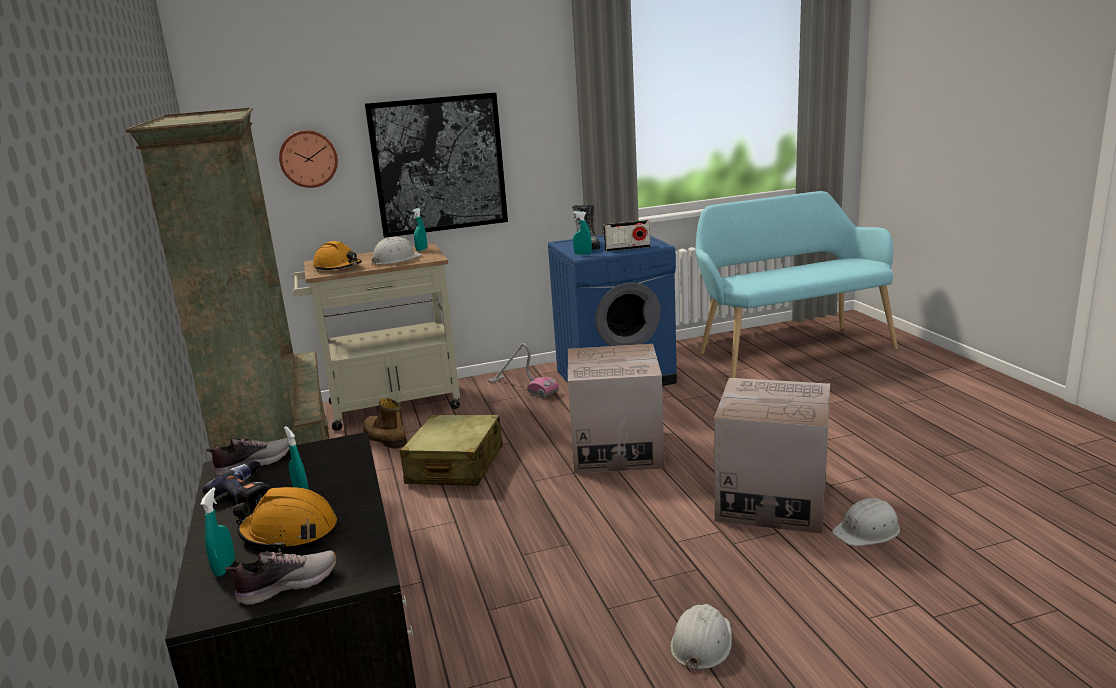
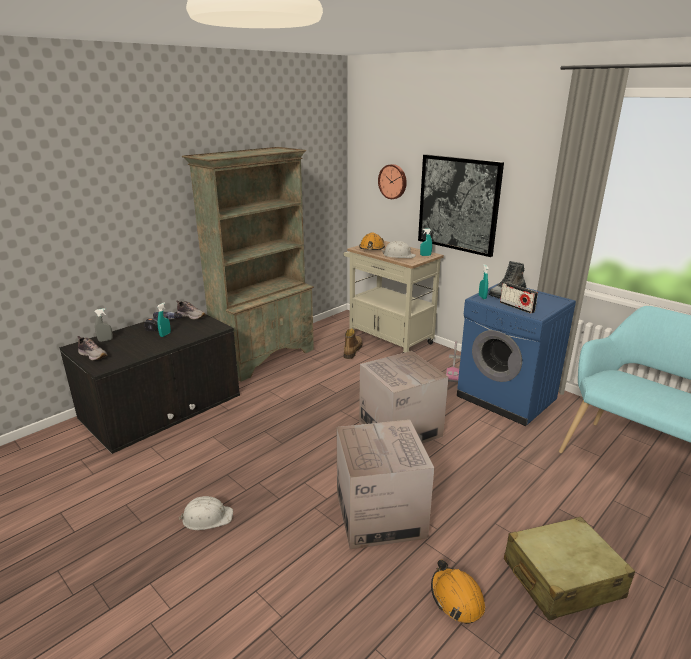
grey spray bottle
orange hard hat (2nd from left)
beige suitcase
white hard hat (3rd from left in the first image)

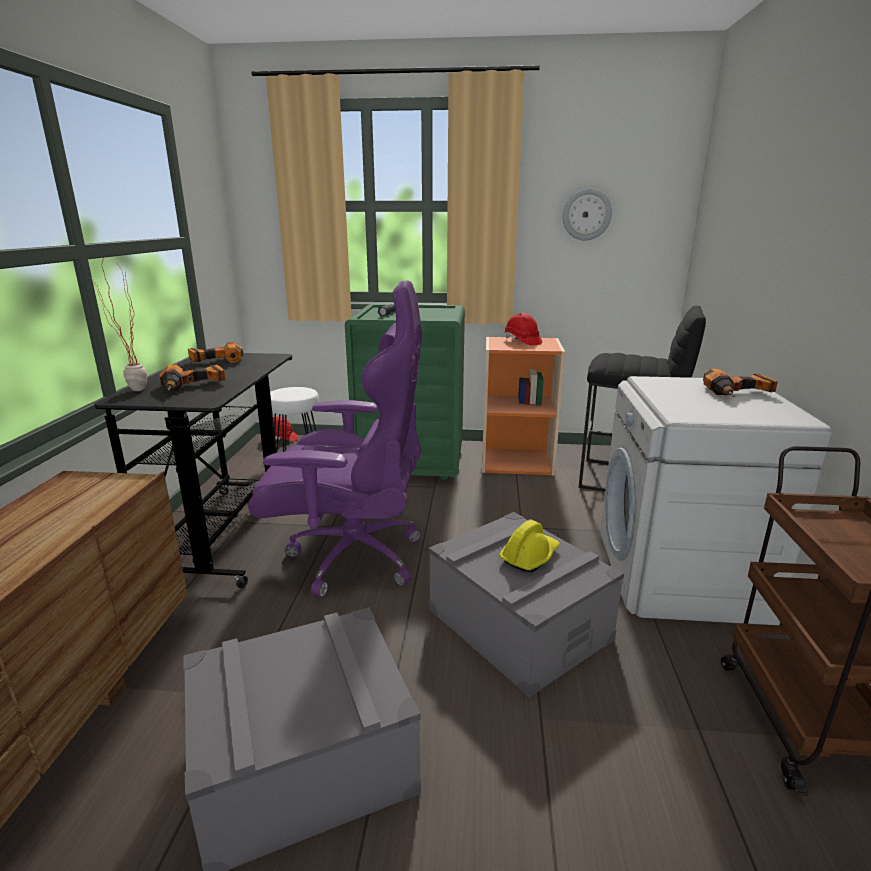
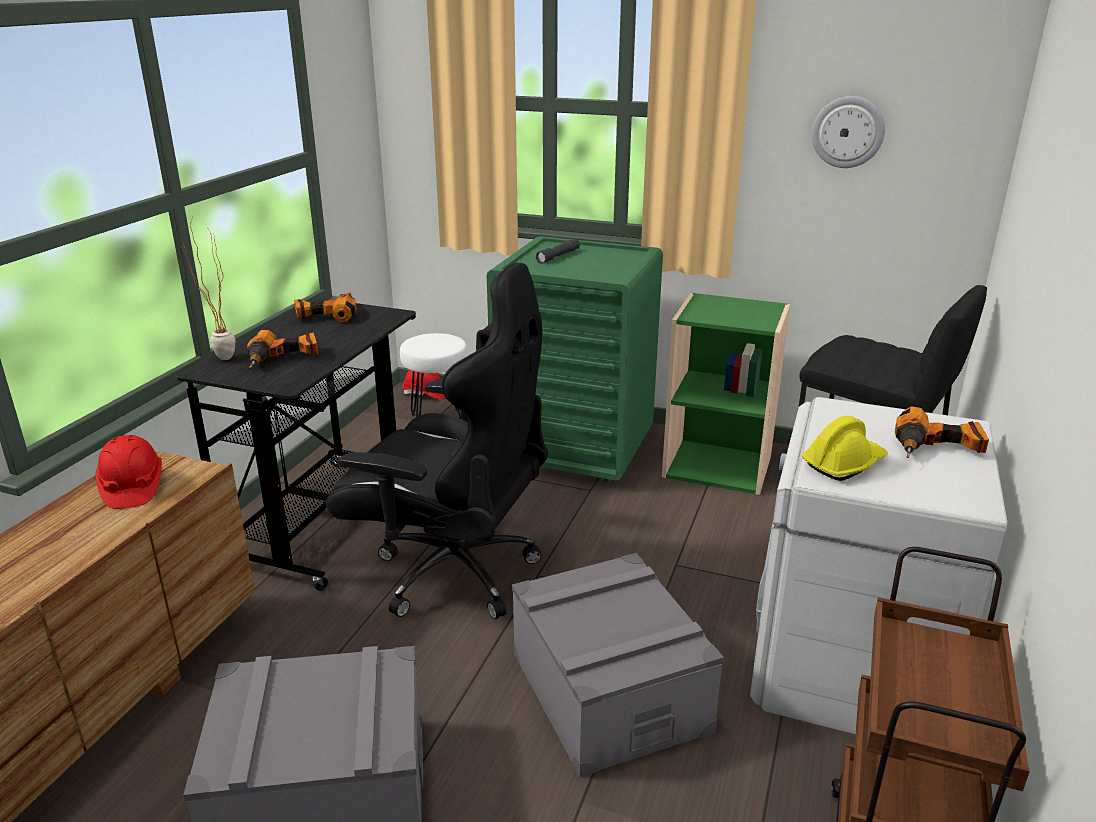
red hard hat (1st from left)
black office chair
green bookcase
yellow hard hat

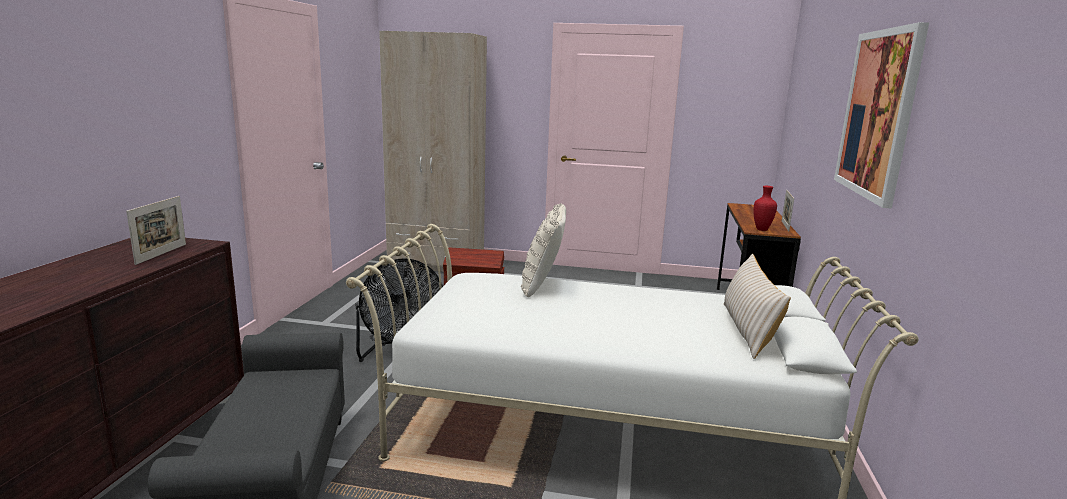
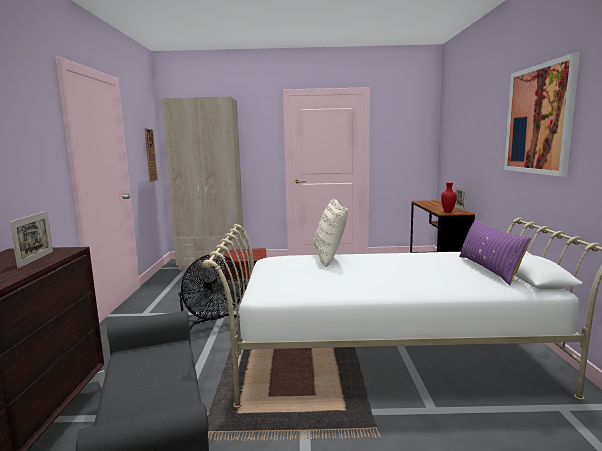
wall clock
purple pillow

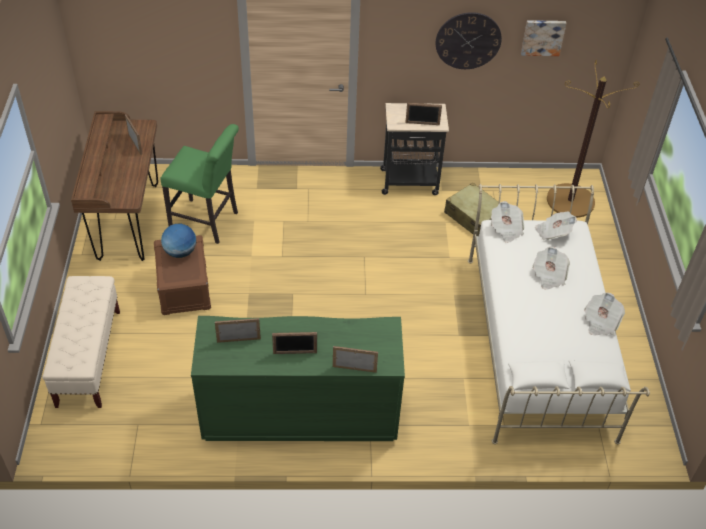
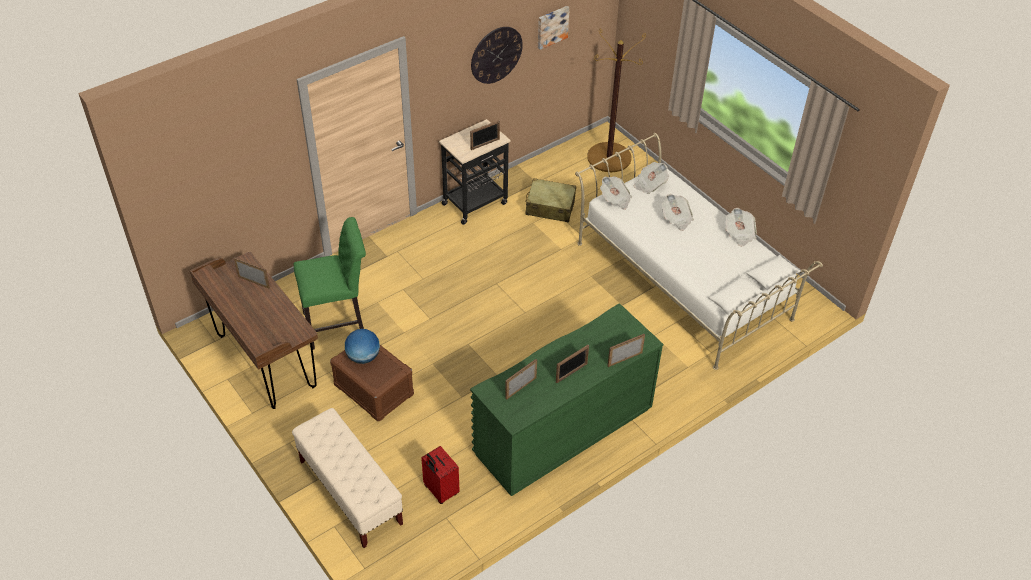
red suitcase

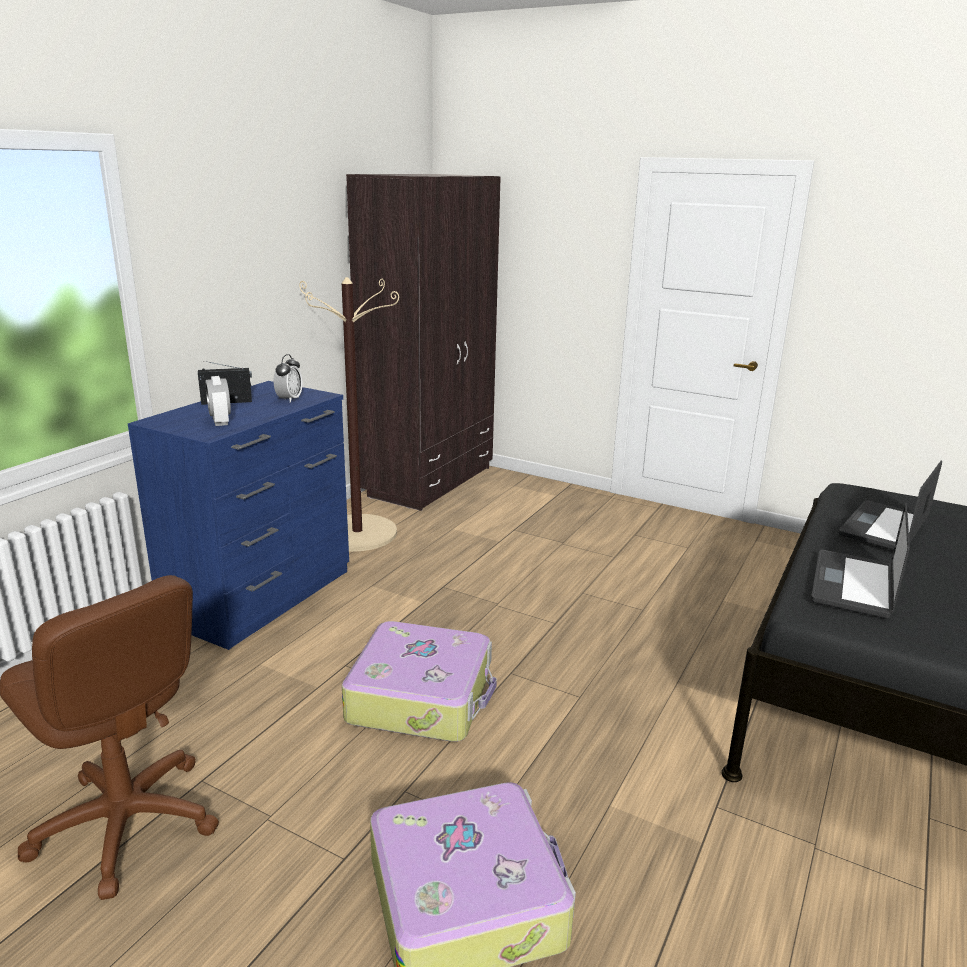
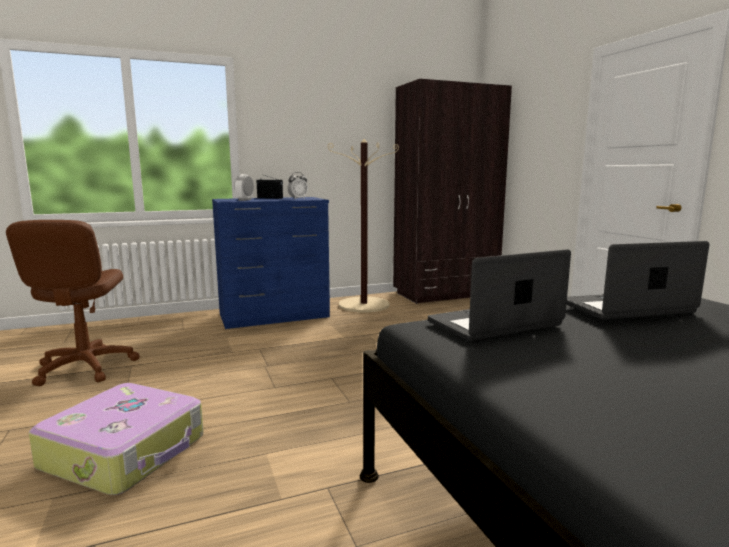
suitcase (1st from left in the first image)

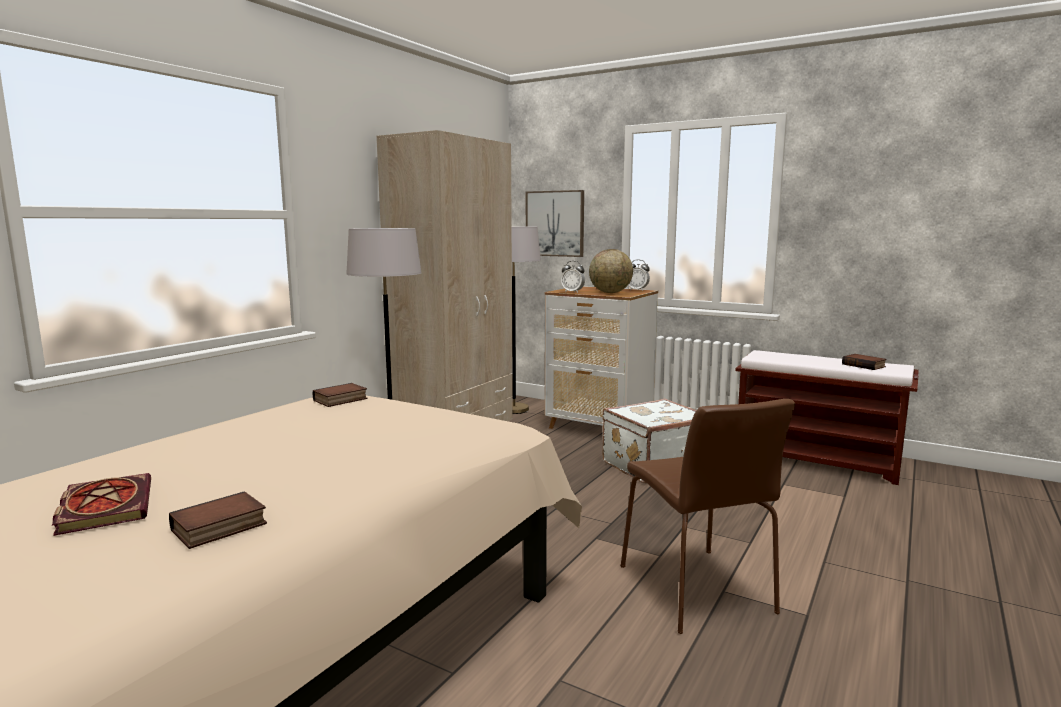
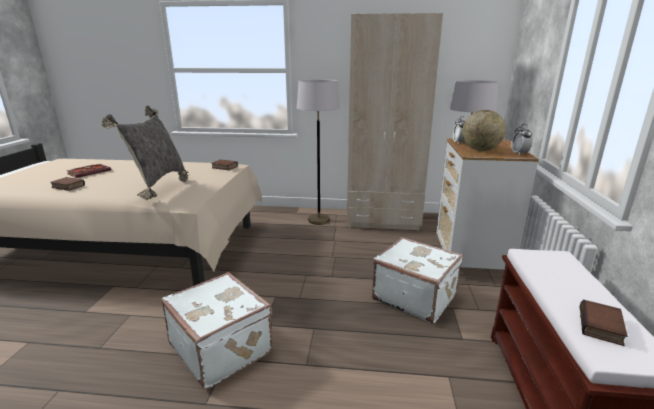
pillow
white suitcase (1st from left)
picture

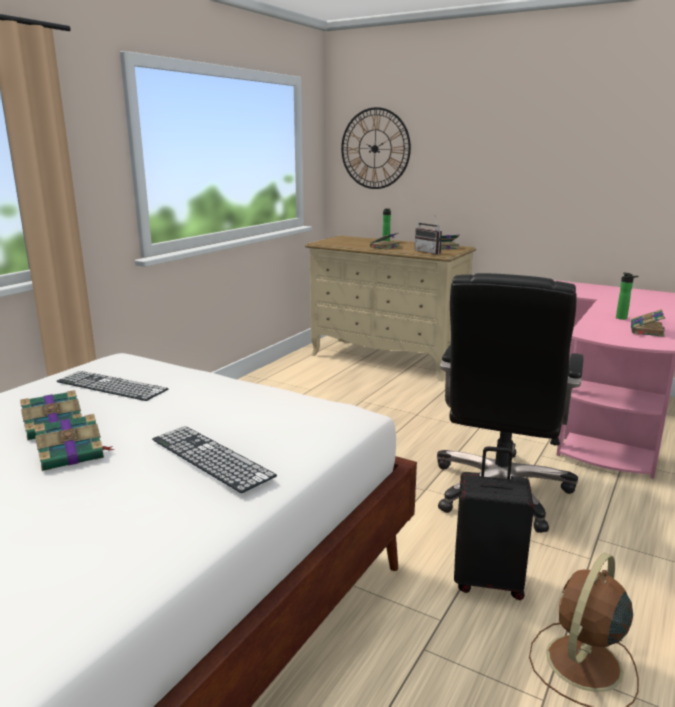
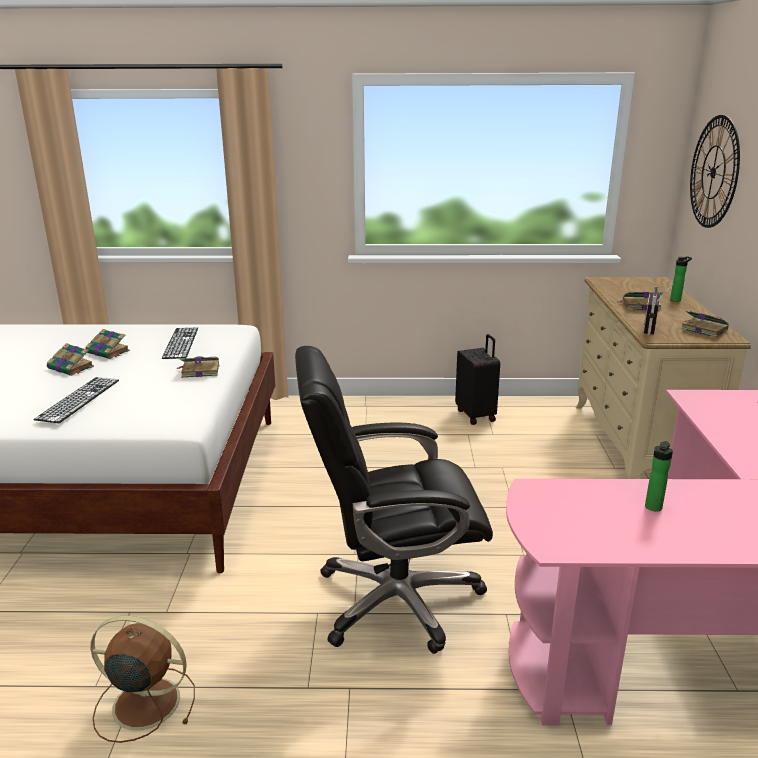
book (3rd from left)
black suitcase

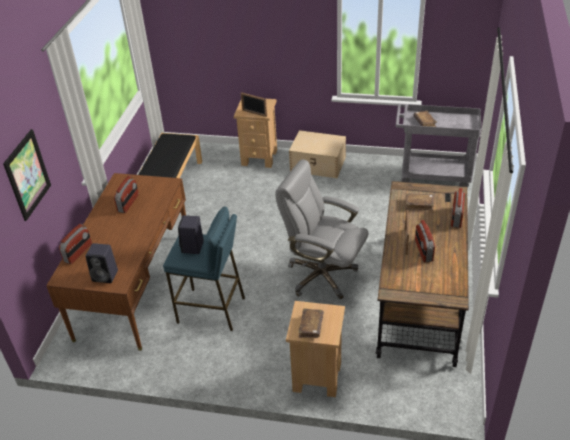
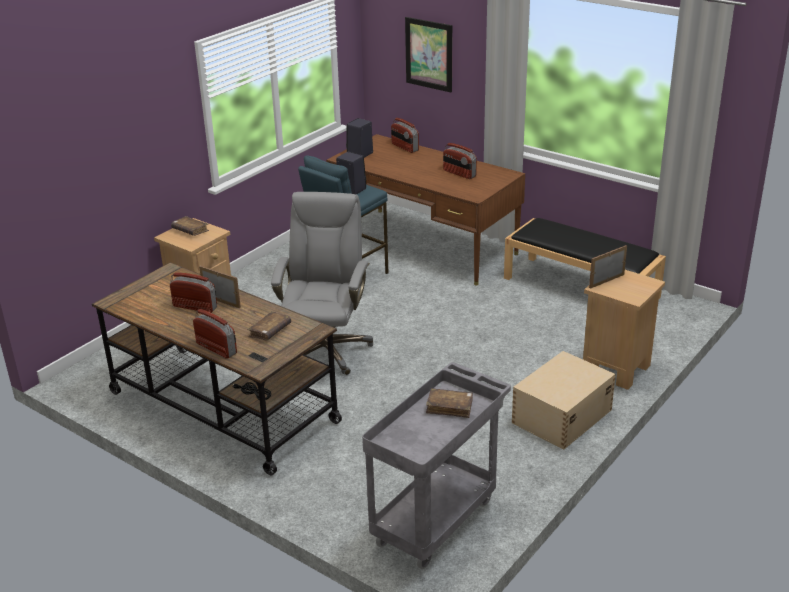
grey office chair

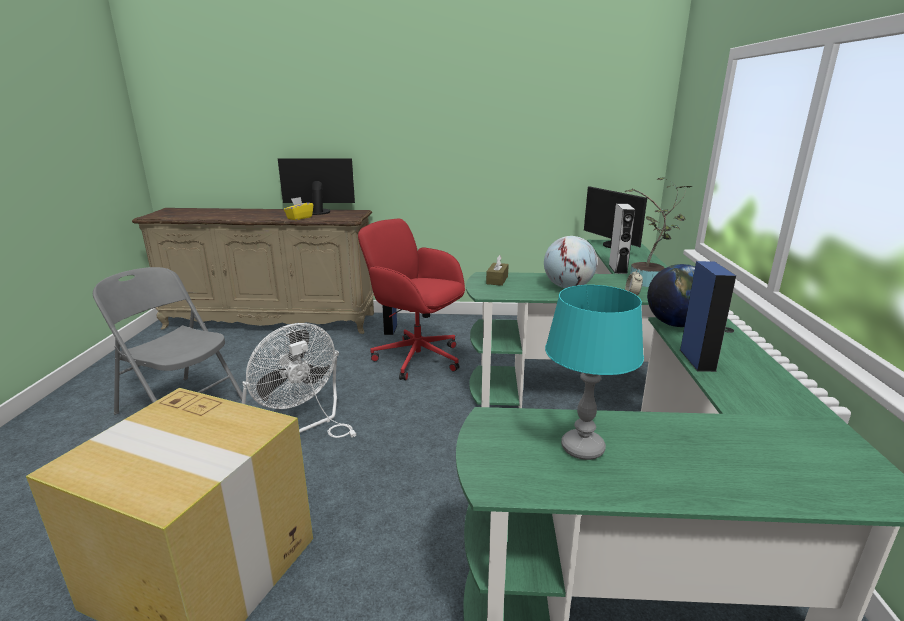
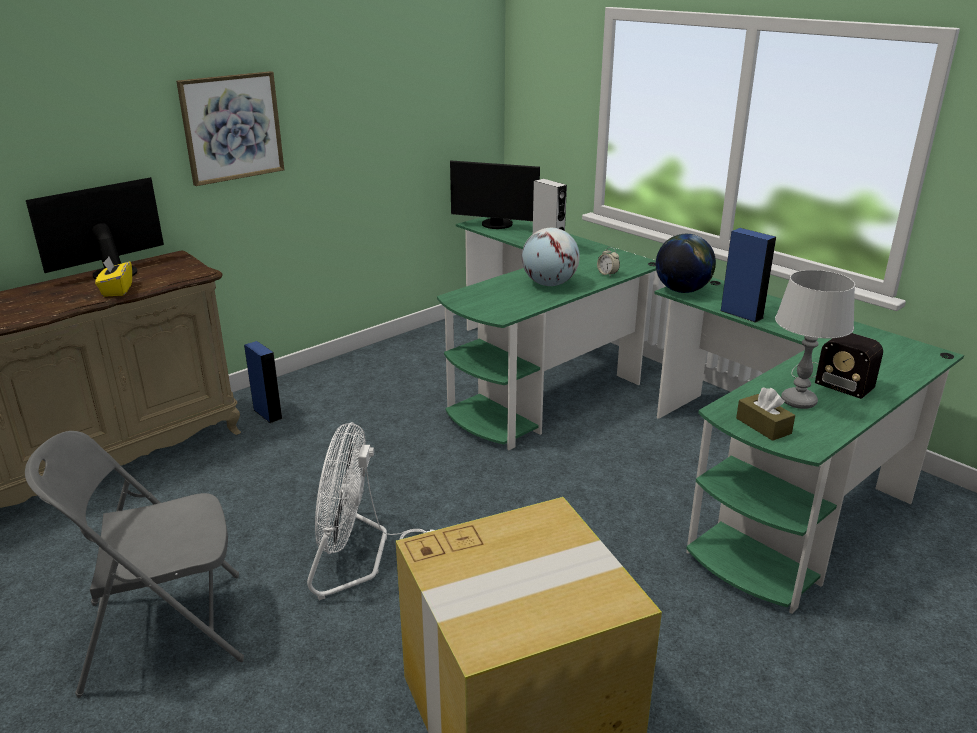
picture
brown tissue box
grey table lamp
radio
red office chair
potted plant

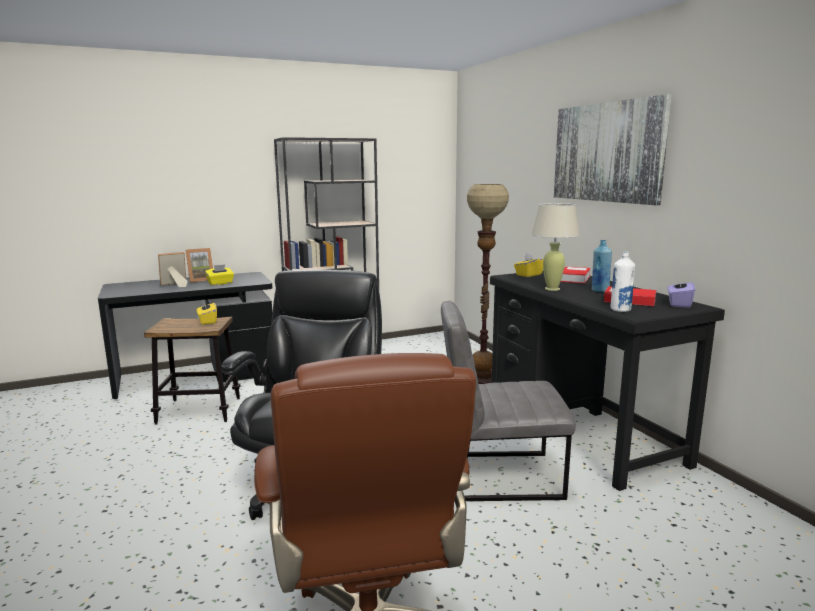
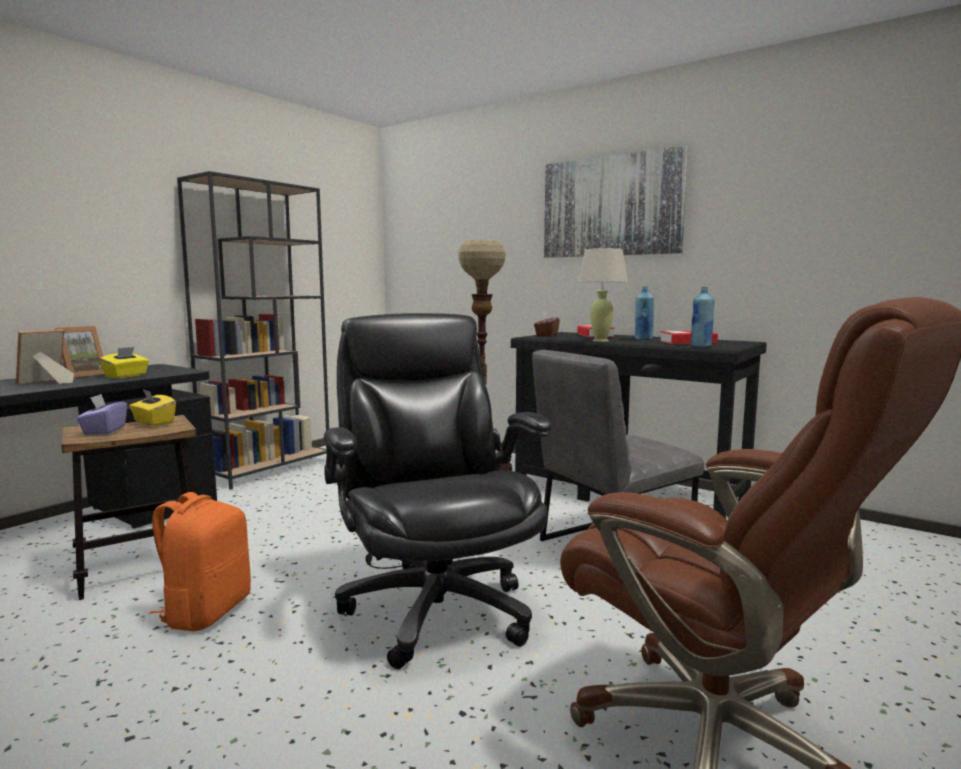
purple tissue box
orange backpack
brown tissue box
blue bottle (2nd from left)

